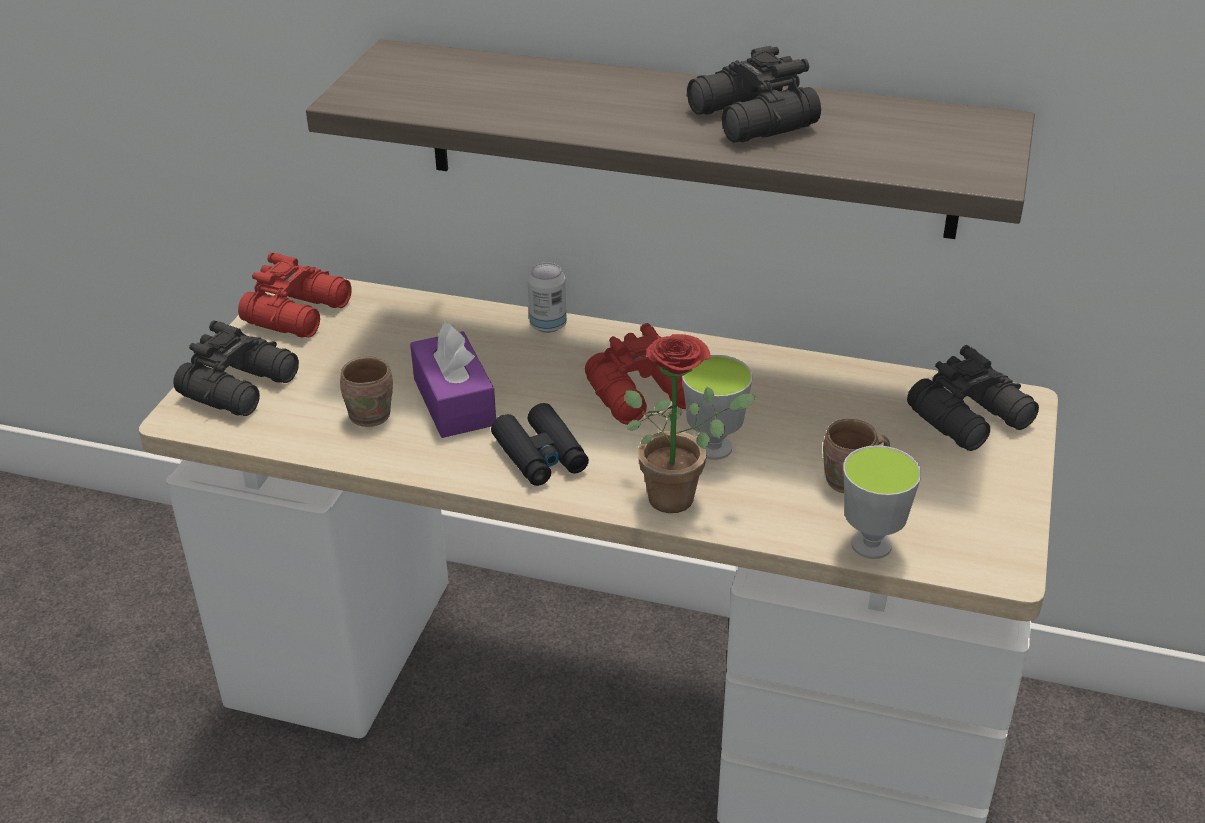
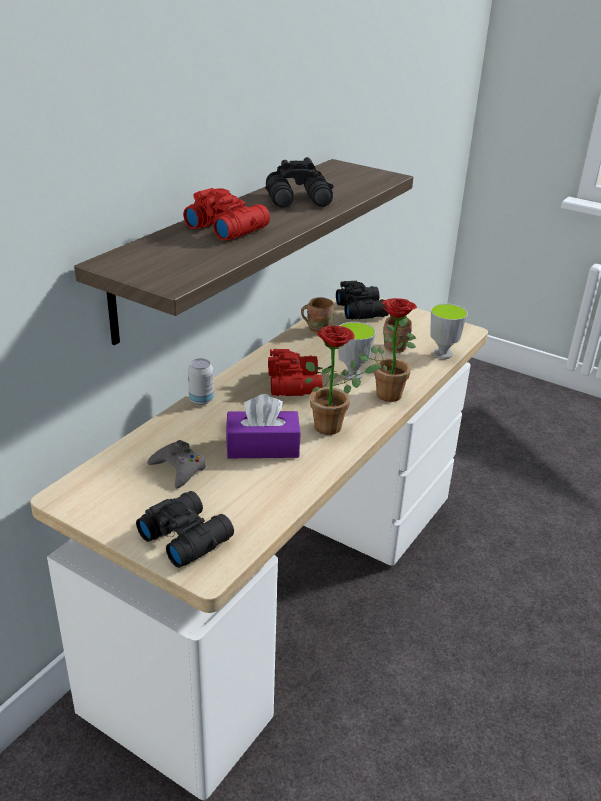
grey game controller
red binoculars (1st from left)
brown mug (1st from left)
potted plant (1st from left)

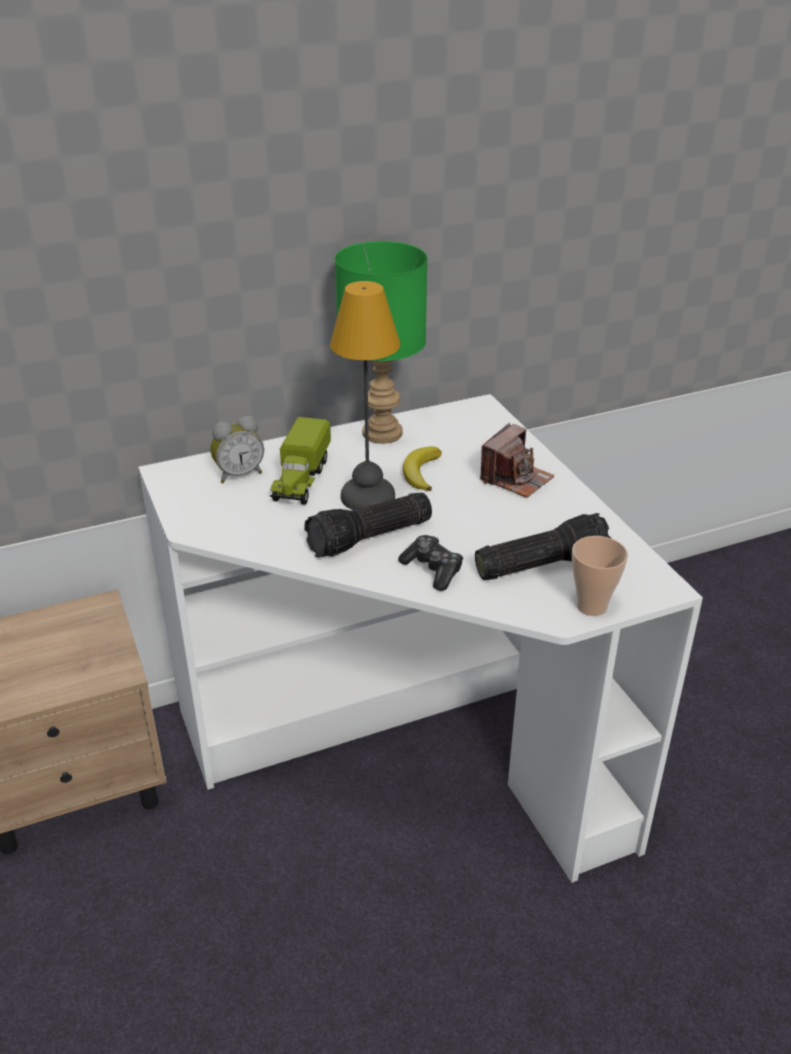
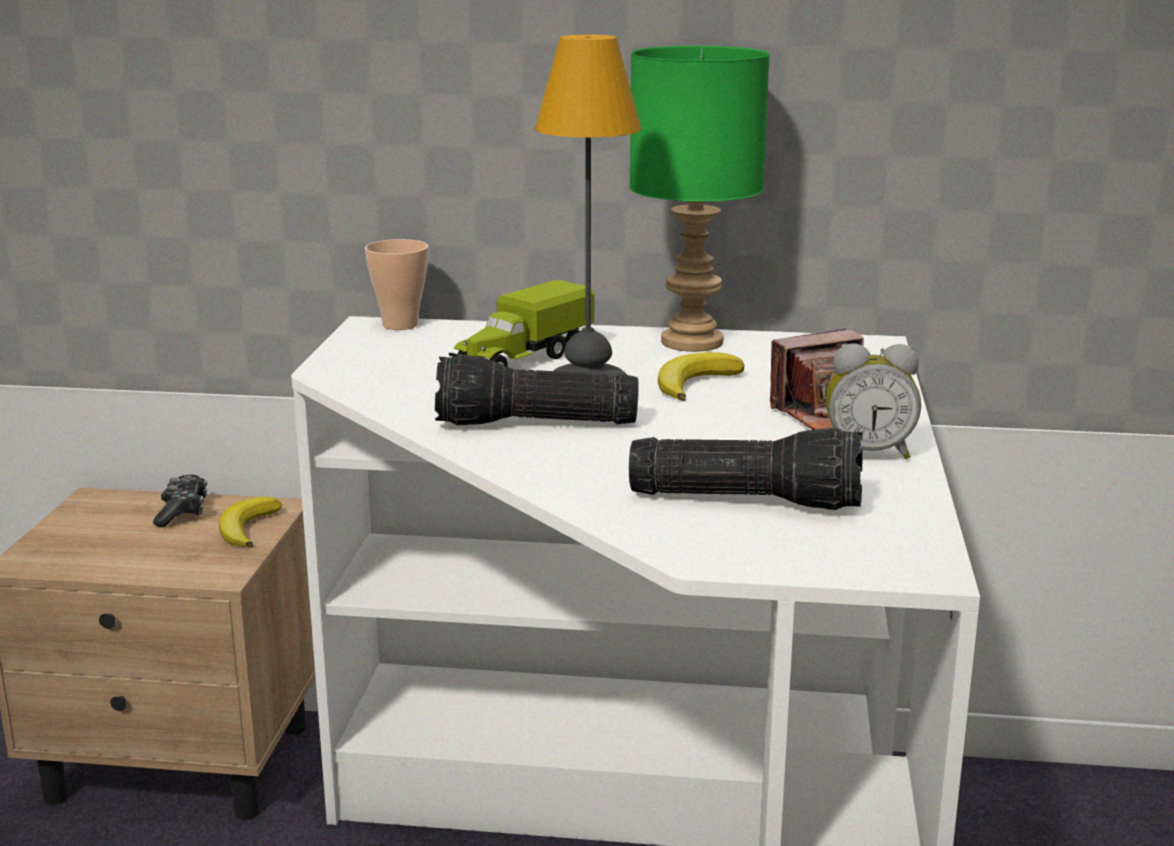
game controller
banana (1st from left)
cup
alarm clock

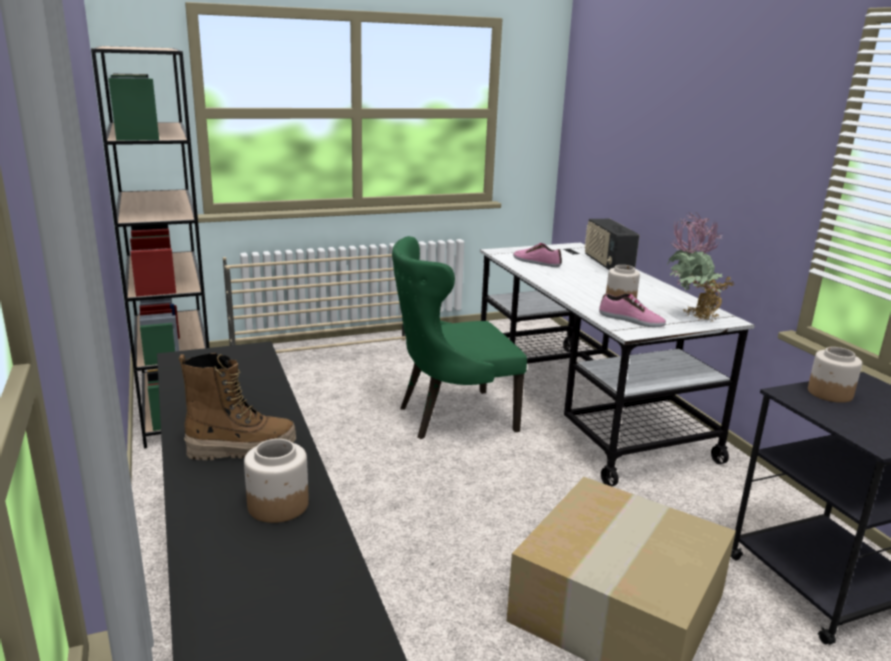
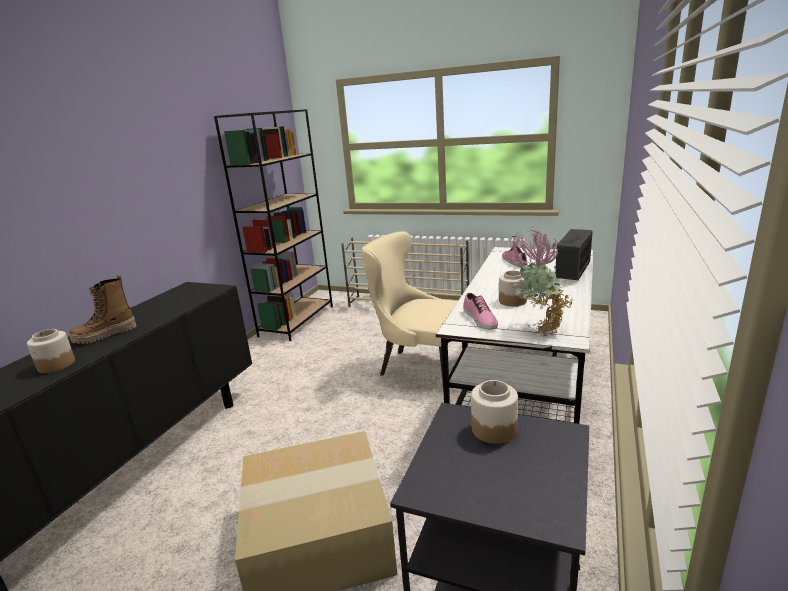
boot
beige chair

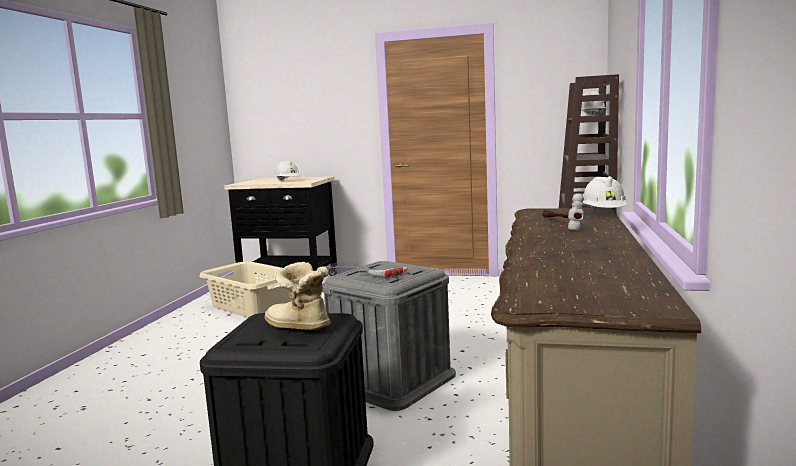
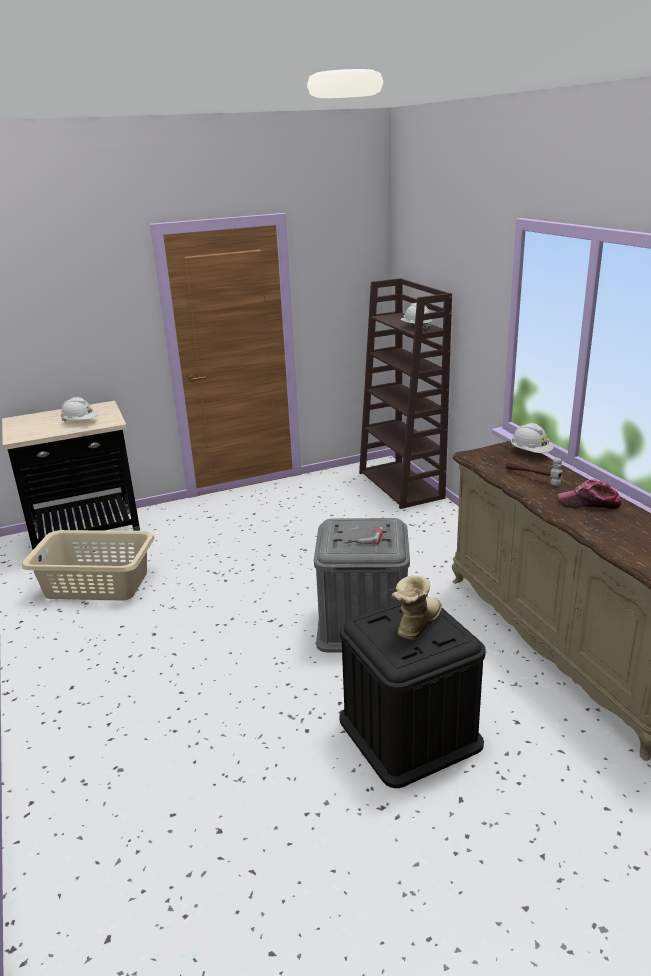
boot
cap

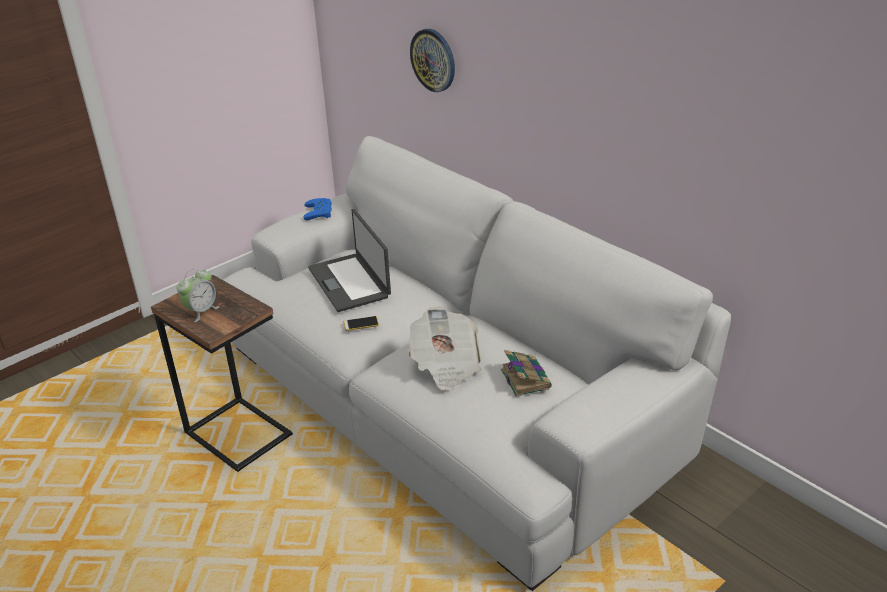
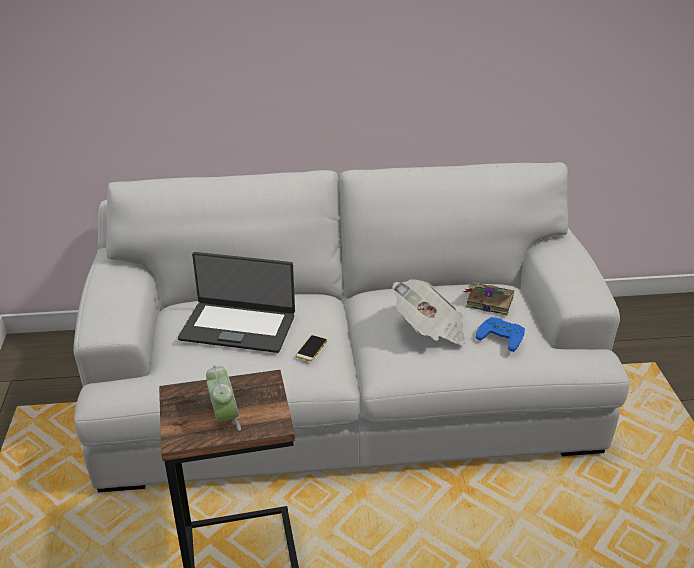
blue game controller
wall clock

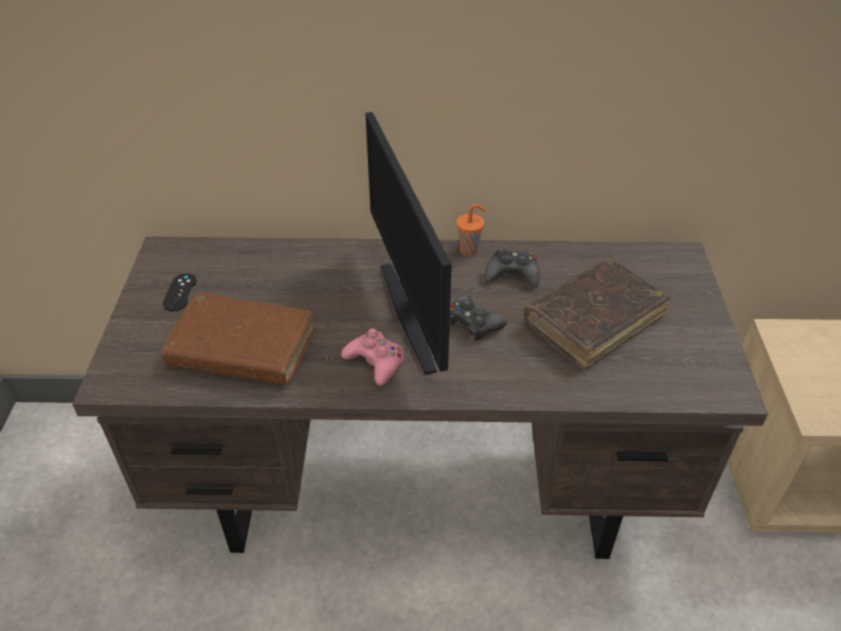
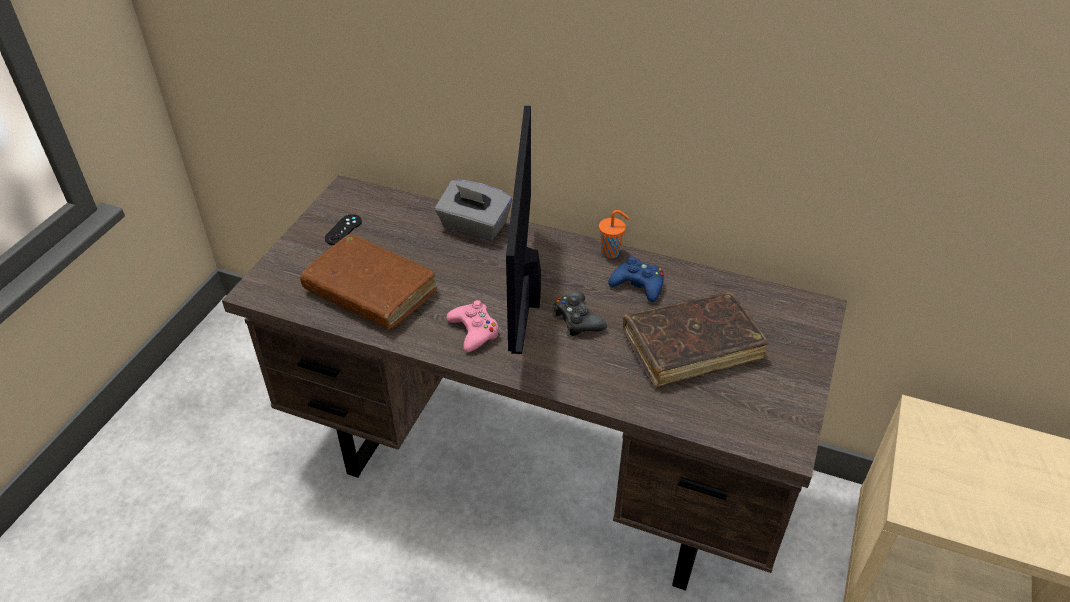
grey tissue box
blue game controller

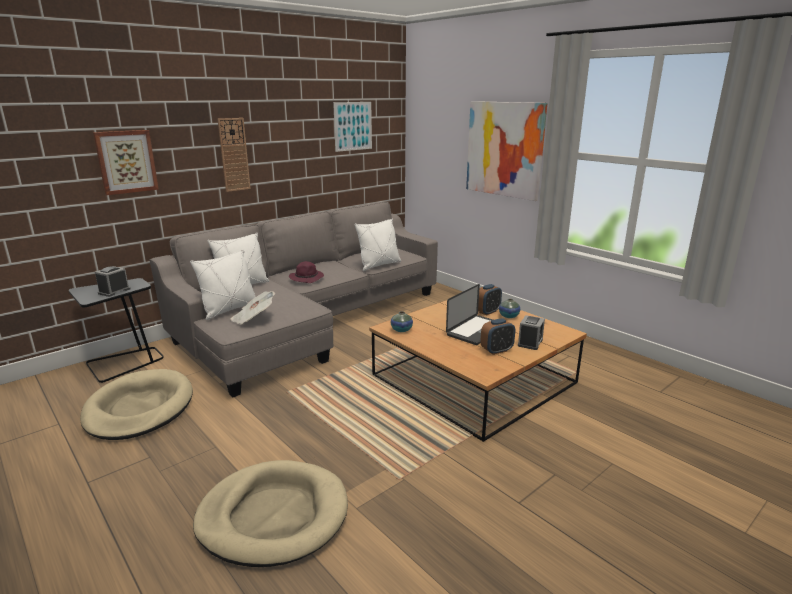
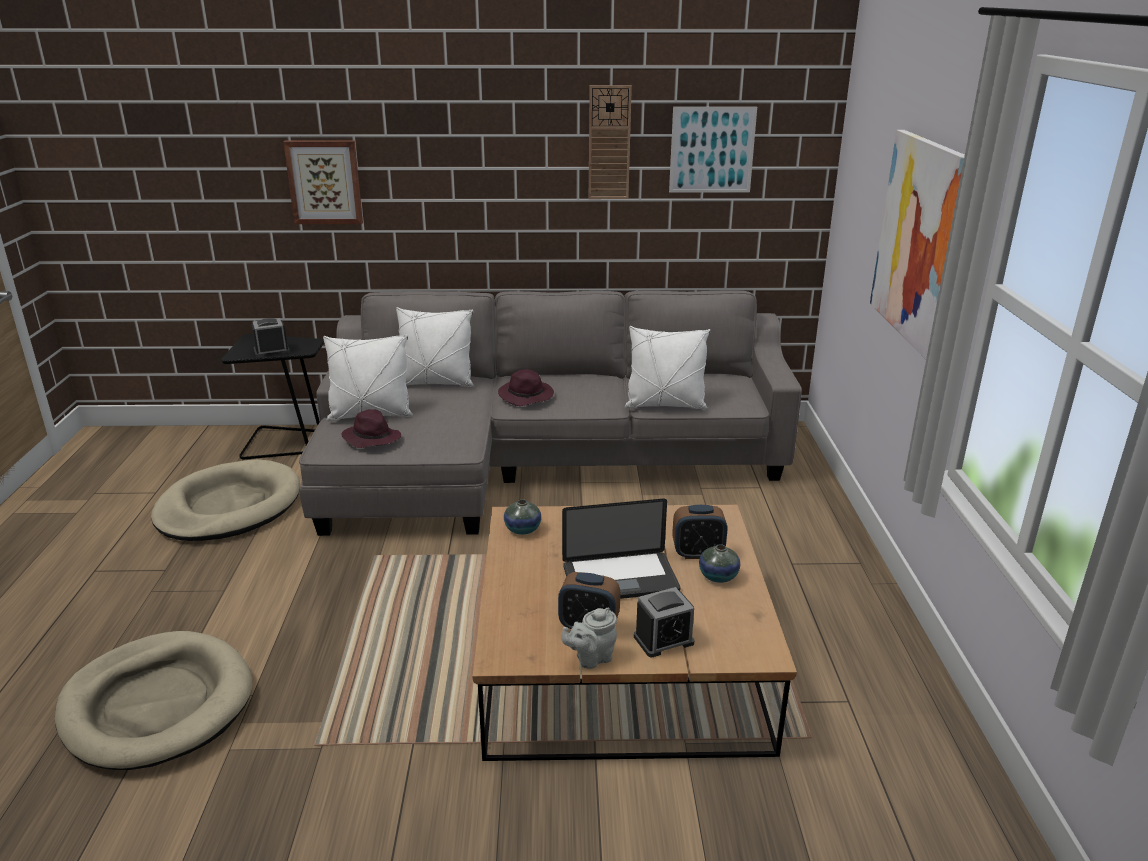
purple hat (1st from left)
grey teapot
wall clock

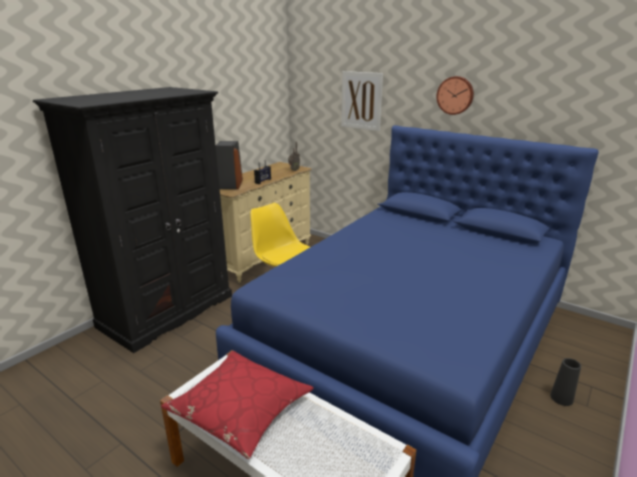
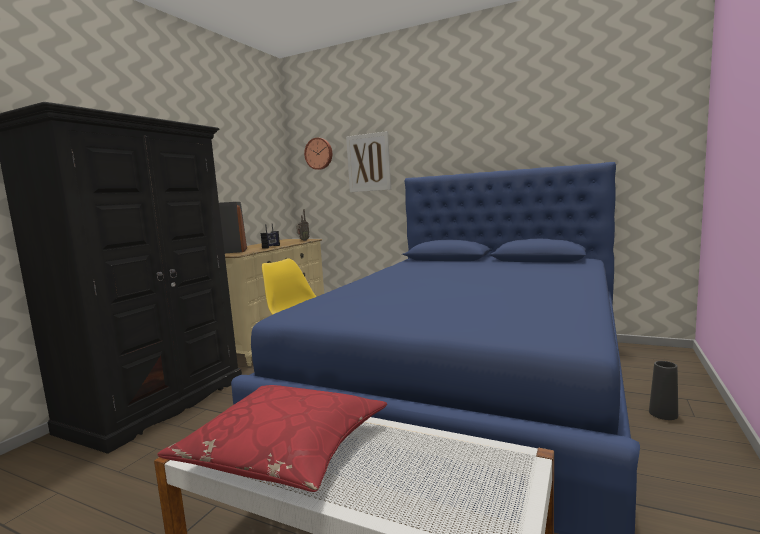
wall clock

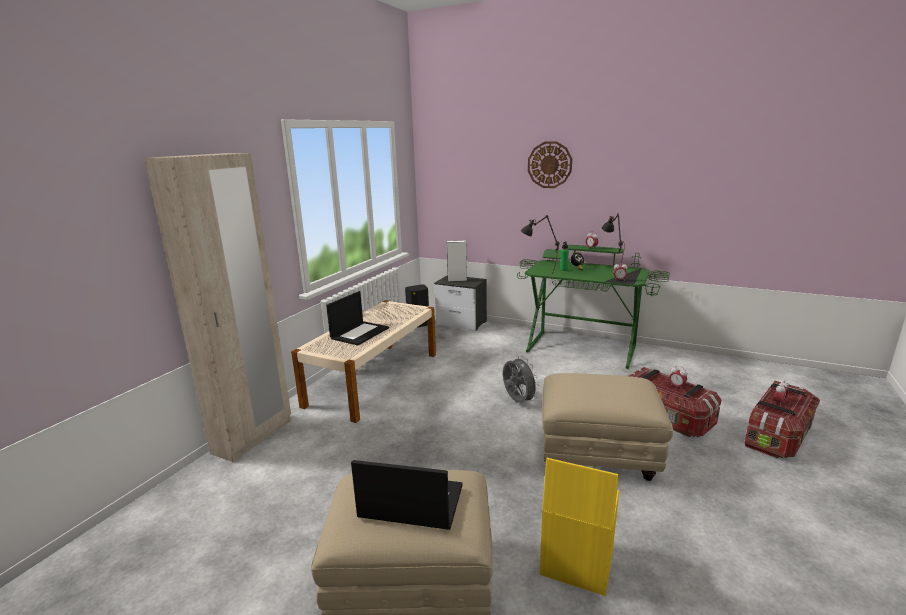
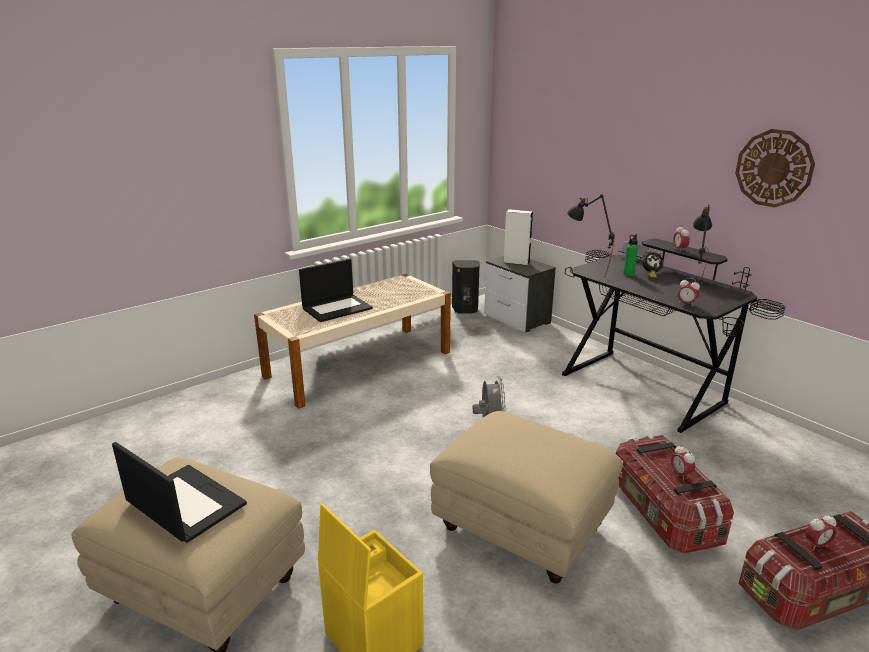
black desk
wall clock
beige wardrobe

